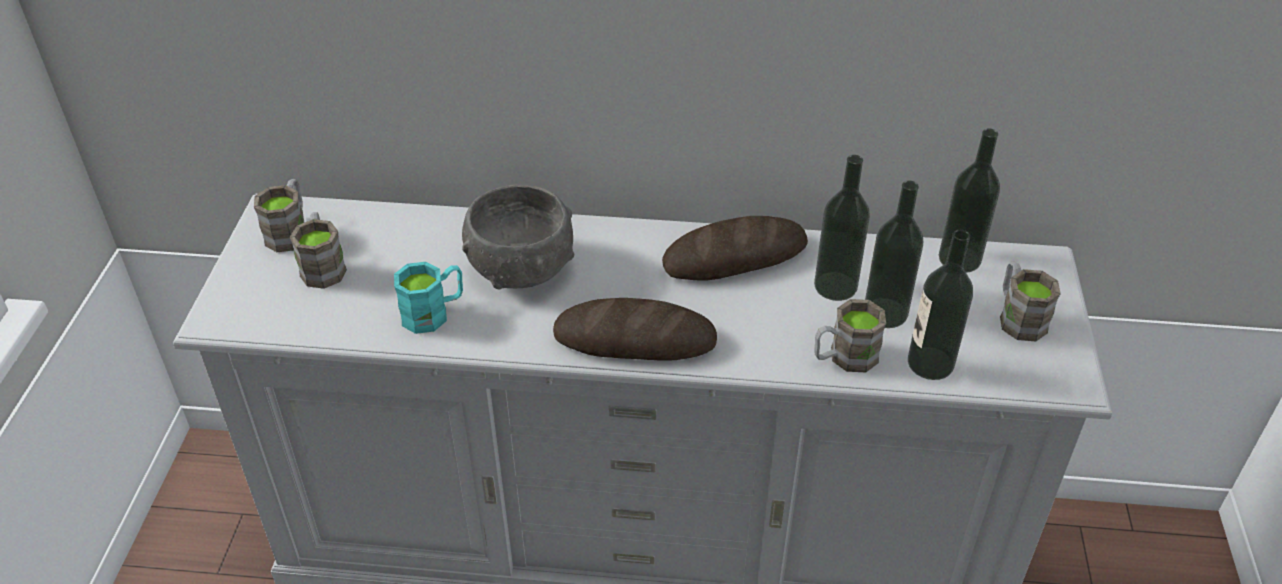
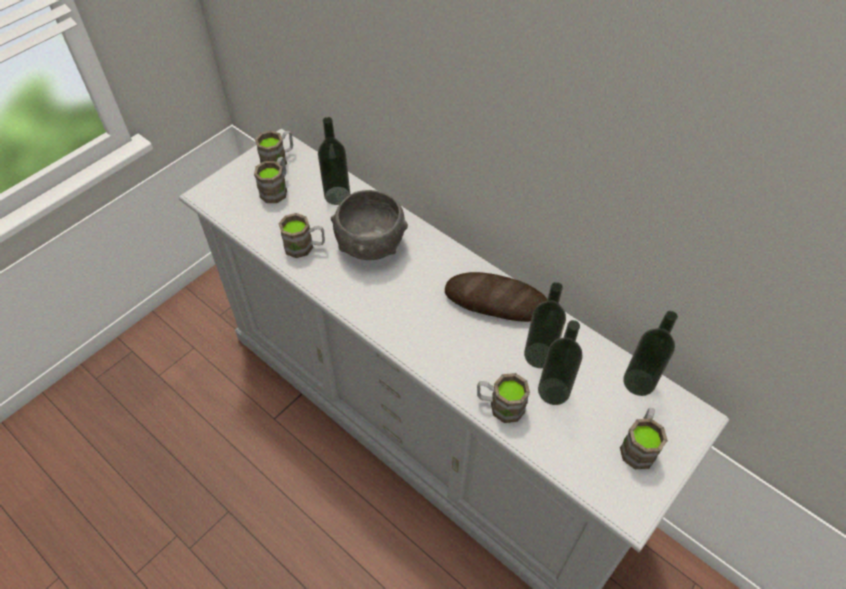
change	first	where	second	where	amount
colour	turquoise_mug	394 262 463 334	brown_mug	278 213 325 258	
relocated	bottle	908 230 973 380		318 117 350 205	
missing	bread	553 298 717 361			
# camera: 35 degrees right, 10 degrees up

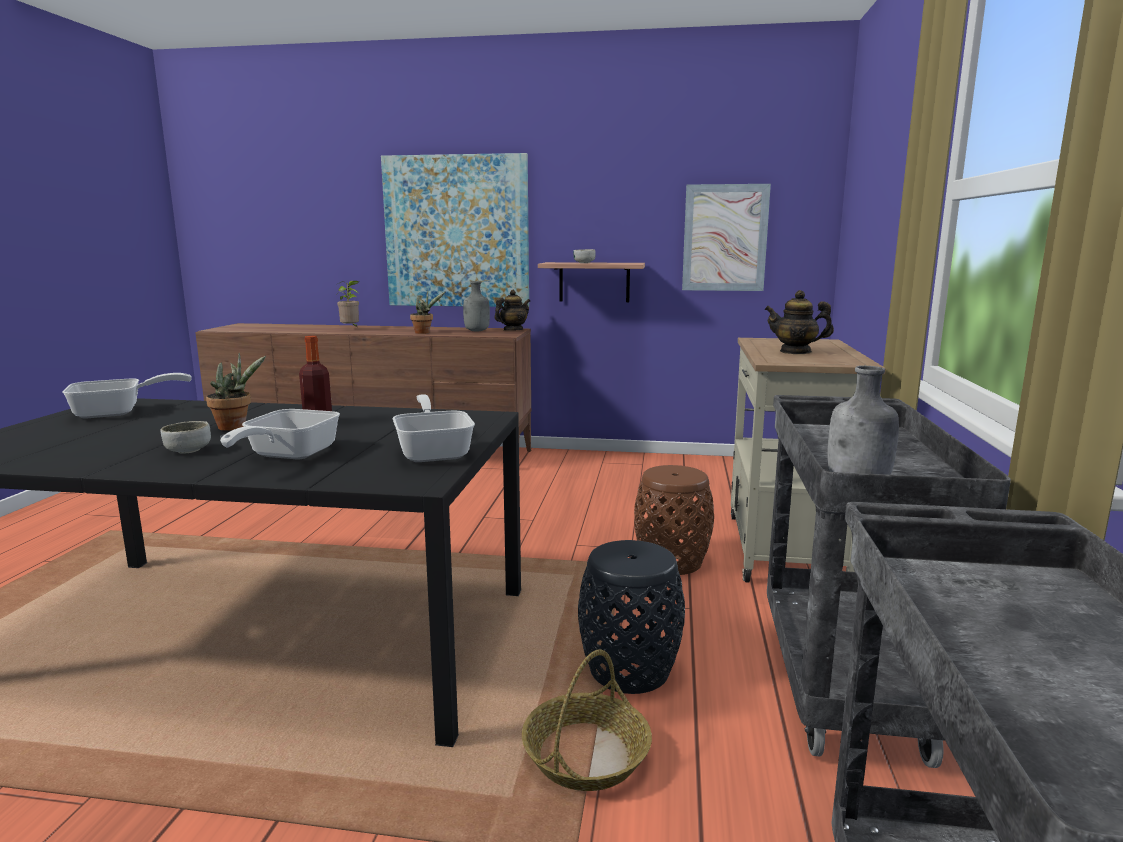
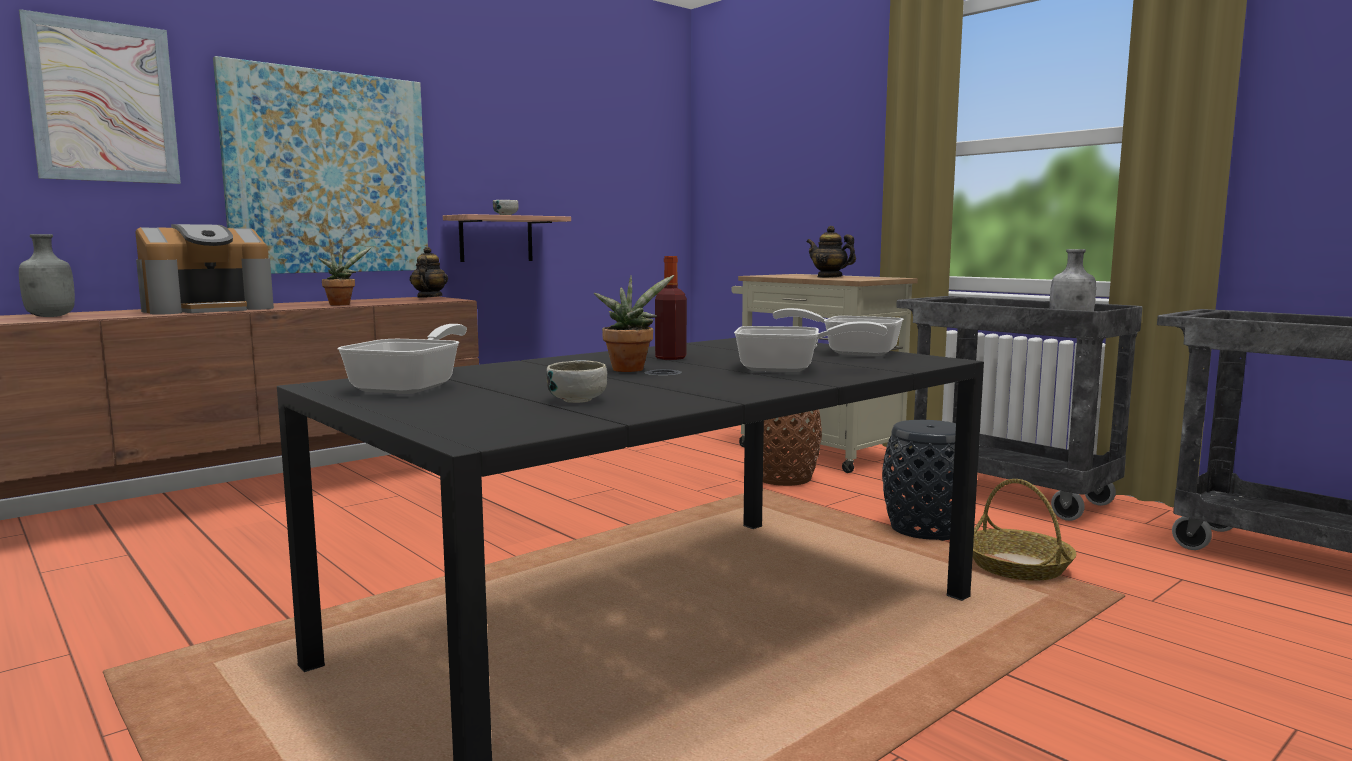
change	first	where	second	where	amount
relocated	picture	682 184 771 291		19 9 181 184	
relocated	grey_bottle	463 281 490 332		19 234 75 317	
exchanged	potted_plant	337 281 359 328	coffee_machine	135 224 274 315	
relocated	bowl	161 421 211 454		546 360 607 403	
spun	frying_pan	220 409 340 460		734 321 887 372	45 degrees counterclockwise
spun	teapot	764 290 834 354		807 226 856 278	75 degrees clockwise
# camera: 50 degrees left, 5 degrees down

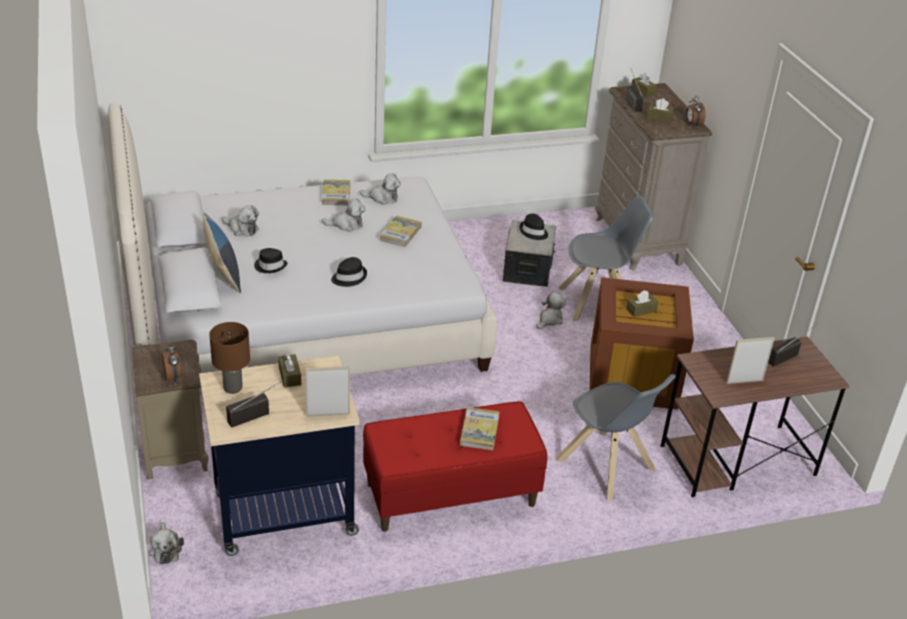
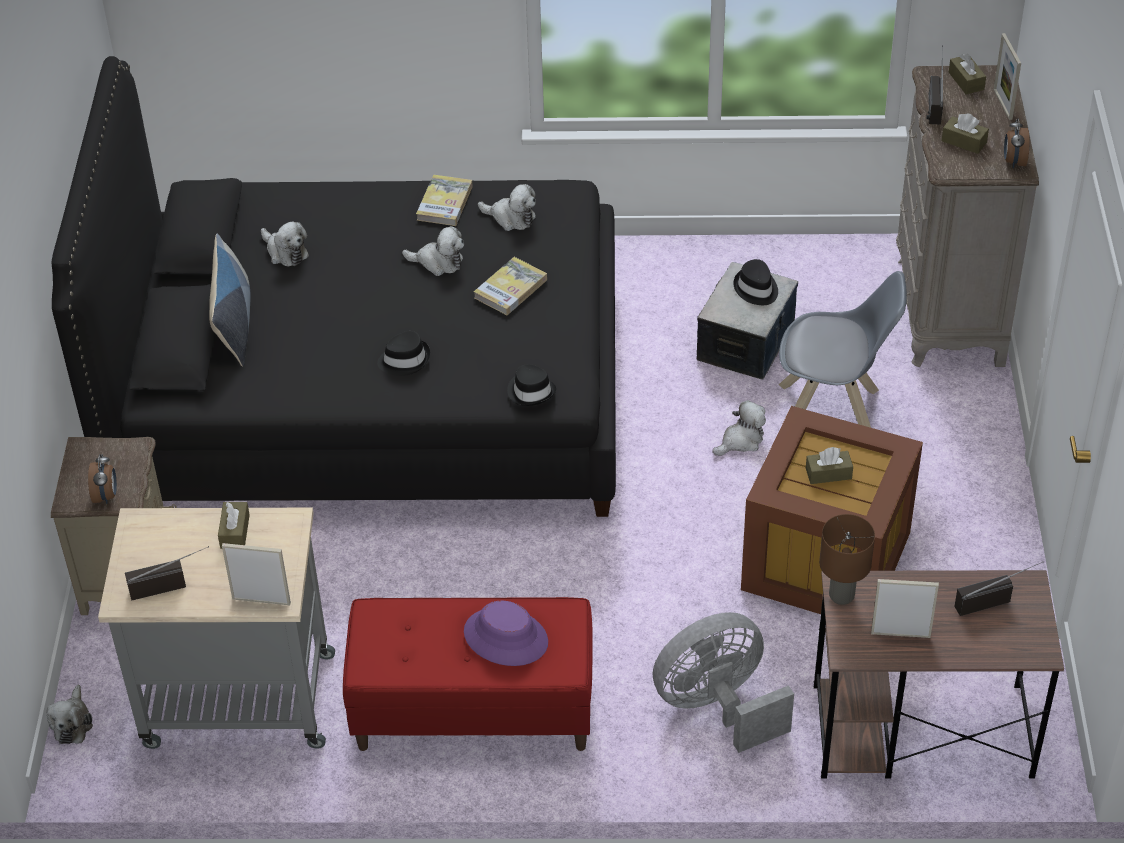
change	first	where	second	where	amount
colour	white_bed	108 102 497 395	black_bed	52 56 616 517	
colour	blue_cart	199 356 359 556	grey_cart	98 508 335 749	
exchanged	book	460 407 500 450	purple_hat	464 601 548 666	
relocated	black_hat	254 248 287 273		507 364 556 406	
exchanged	grey_chair	556 374 676 501	grey_fan	653 612 794 753	
relocated	brown_table_lamp	209 322 250 394		819 514 875 605	
appeared			picture_frame	994 33 1021 120	
# camera: 20 degrees right, 10 degrees up

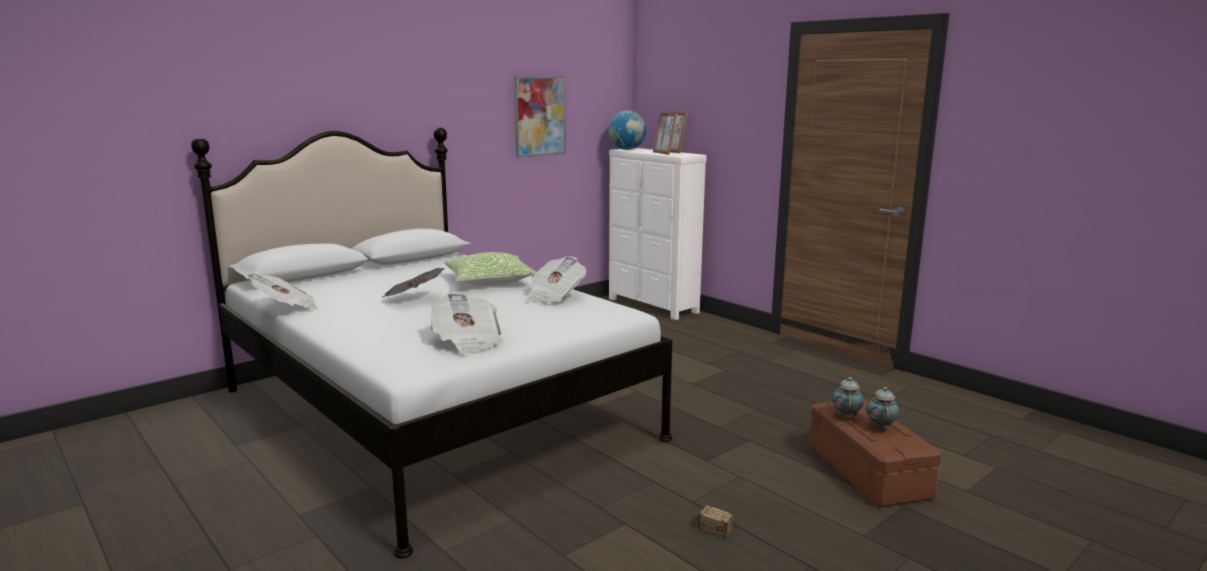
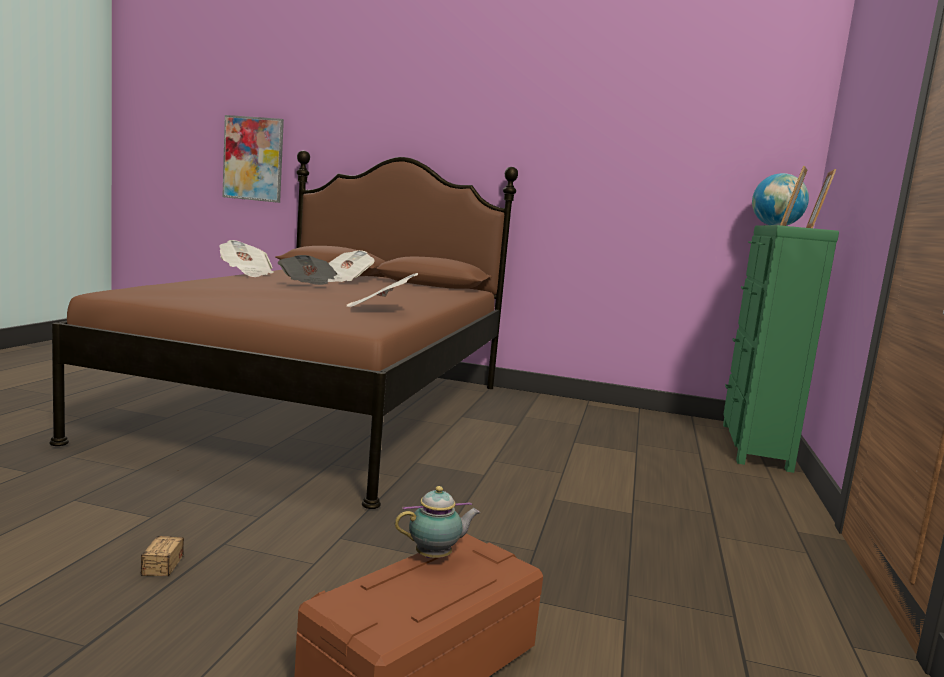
change	first	where	second	where	amount
colour	white_bed	191 128 672 558	brown_bed	49 150 518 509	
relocated	picture	514 76 566 157		222 115 284 203	
relocated	newspaper	430 292 503 356		328 250 375 282	
colour	white_dresser	609 148 707 320	green_dresser	723 225 839 473	
missing	pillow	444 252 537 286			
missing	teapot	866 387 899 430			
# camera: 55 degrees right, 5 degrees down

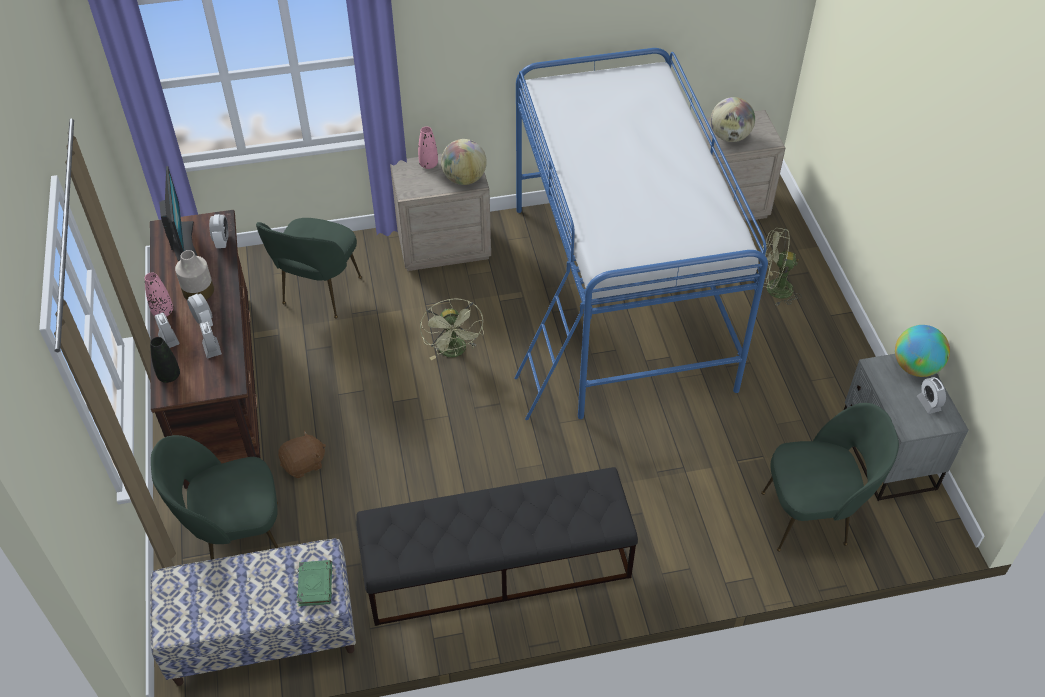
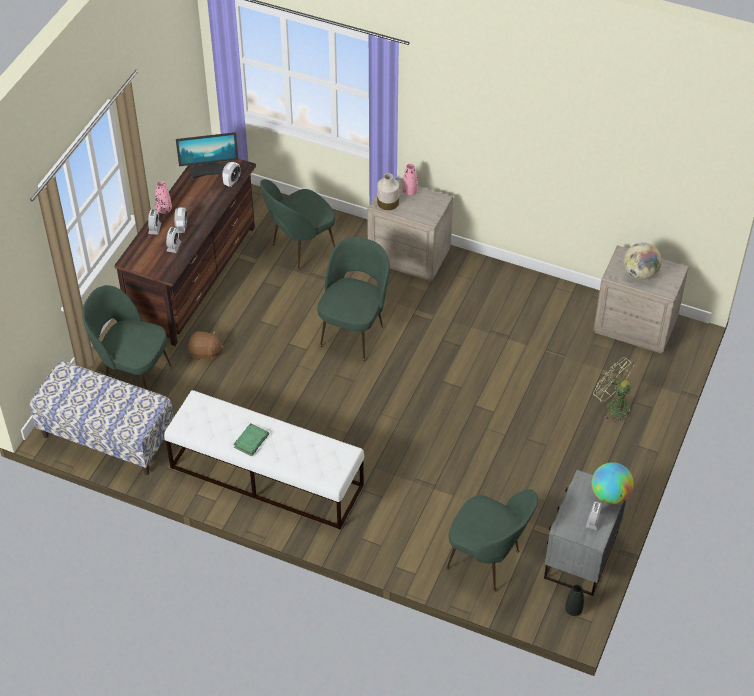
change	first	where	second	where	amount
colour	black_bench	356 467 638 626	white_bench	164 390 364 529	
spun	monitor	159 166 197 262		176 132 238 178	60 degrees clockwise
relocated	green_book	297 560 332 606		233 423 269 456	
exchanged	green_fan	420 299 484 360	green_chair	317 237 390 361	
relocated	beige_vase	175 250 214 300		377 173 399 210	
relocated	black_vase	150 337 180 383		565 584 584 616	
missing	globe	441 139 487 185			
missing	blue_bed	514 48 768 420			
# camera: 35 degrees right, 0 degrees up

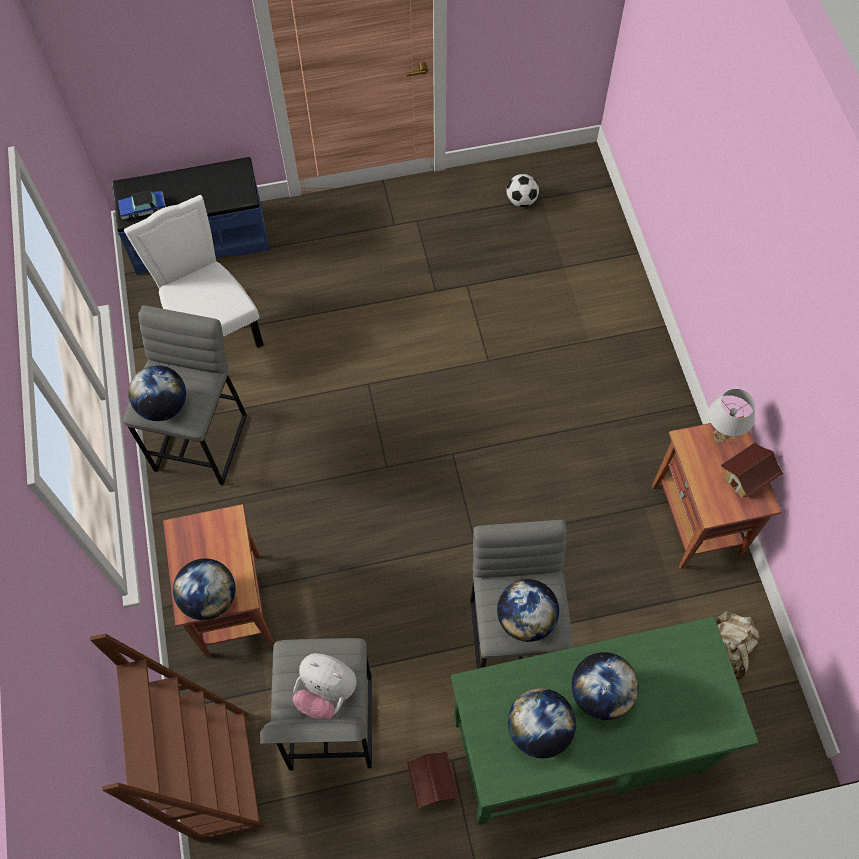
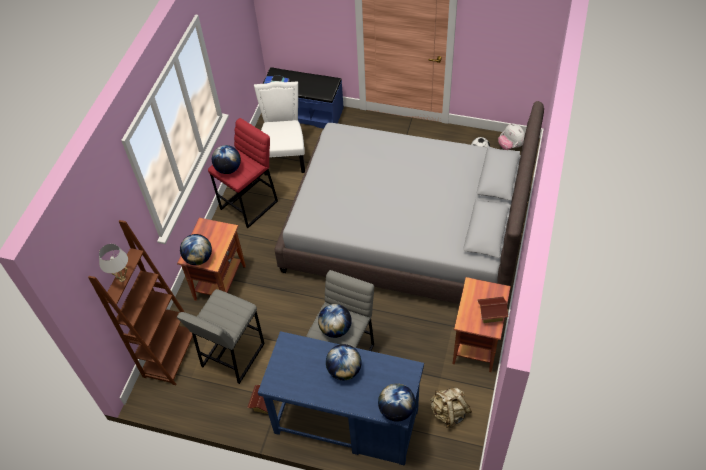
change	first	where	second	where	amount
relocated	white_table_lamp	708 389 755 443		99 244 128 282	
colour	grey_stool	123 305 247 485	red_stool	208 118 278 228	
colour	green_desk	451 617 758 825	blue_desk	258 331 424 465	
appeared			grey_bed	274 101 544 304	
relocated	globe	508 688 576 758		378 383 415 422	
relocated	plush_toy	293 653 357 719		498 123 525 150	
# camera: 30 degrees right, 10 degrees down

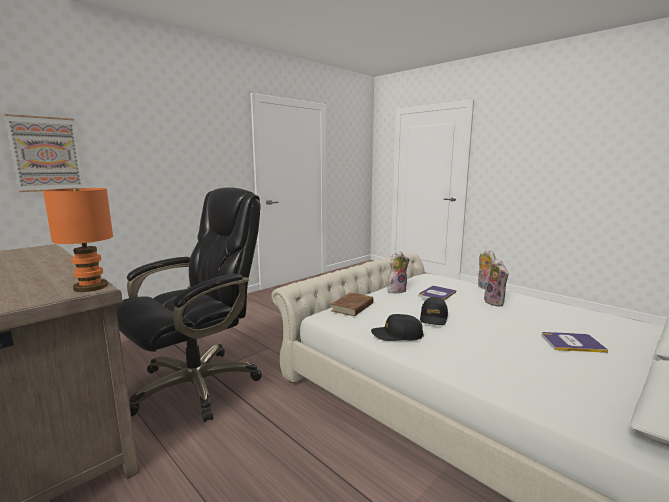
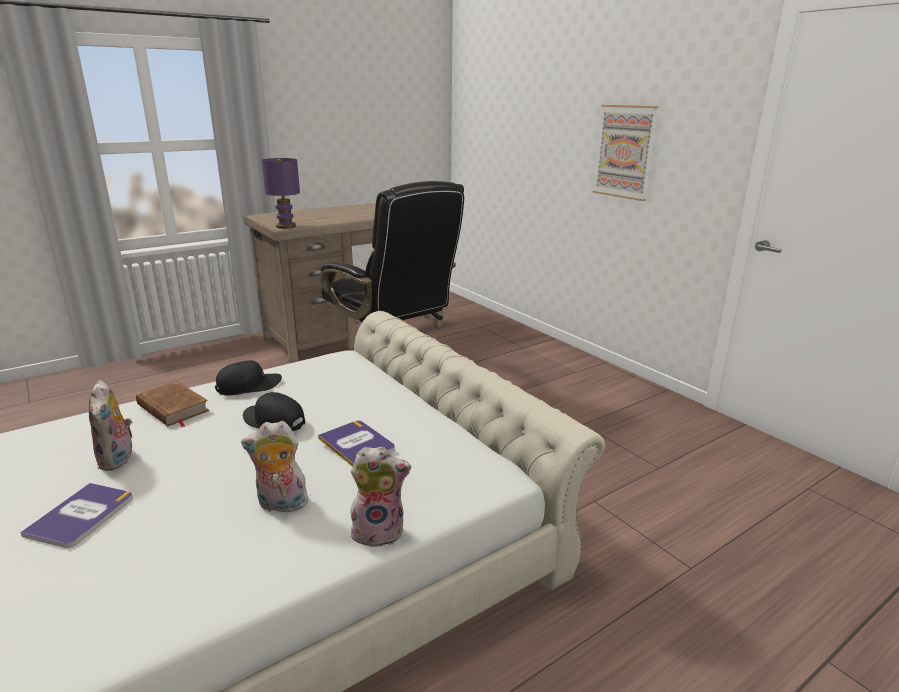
change	first	where	second	where	amount
relocated	plush_toy	387 251 410 294		89 380 136 471	
relocated	brown_book	331 292 373 316		136 381 209 427	
spun	black_cap	371 314 424 341		215 360 282 396	45 degrees clockwise
colour	orange_table_lamp	43 188 113 292	purple_table_lamp	261 158 300 229	
relocated	picture	4 114 84 192		593 105 658 201	
# camera: 100 degrees right, 10 degrees up

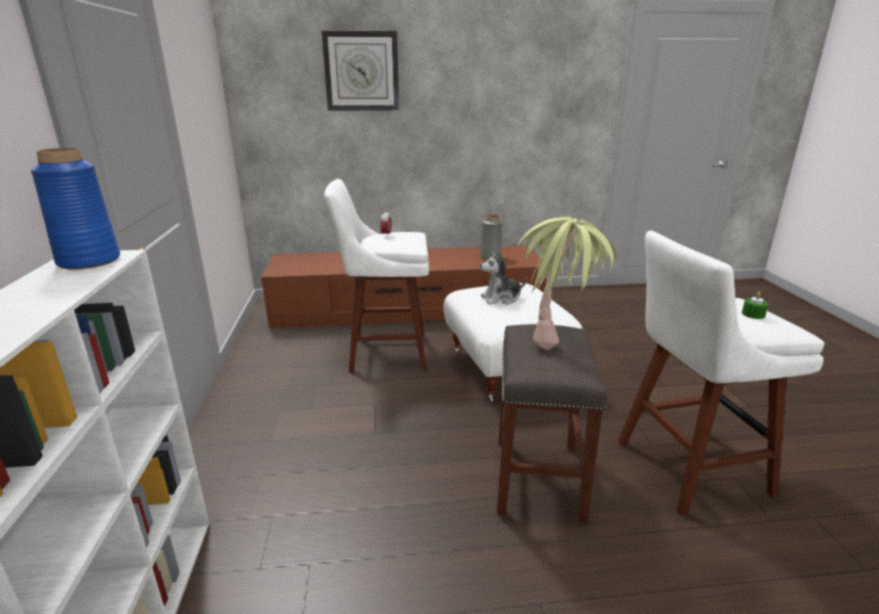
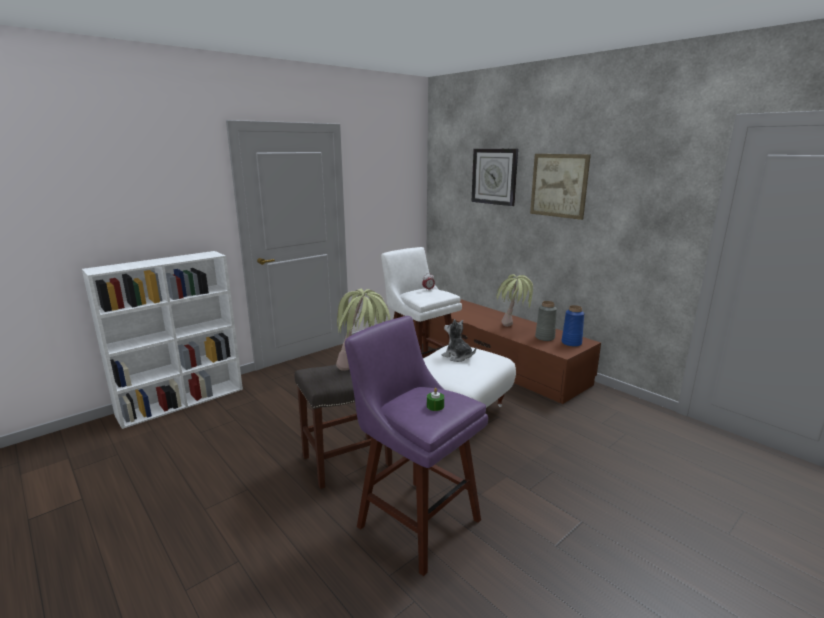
change	first	where	second	where	amount
colour	white_stool	618 230 825 516	purple_stool	345 316 488 576	
appeared			potted_plant	496 274 533 327	
appeared			picture	530 154 591 220	
relocated	blue_vase	31 148 120 270		561 305 585 347	
# camera: 55 degrees right, 5 degrees down

